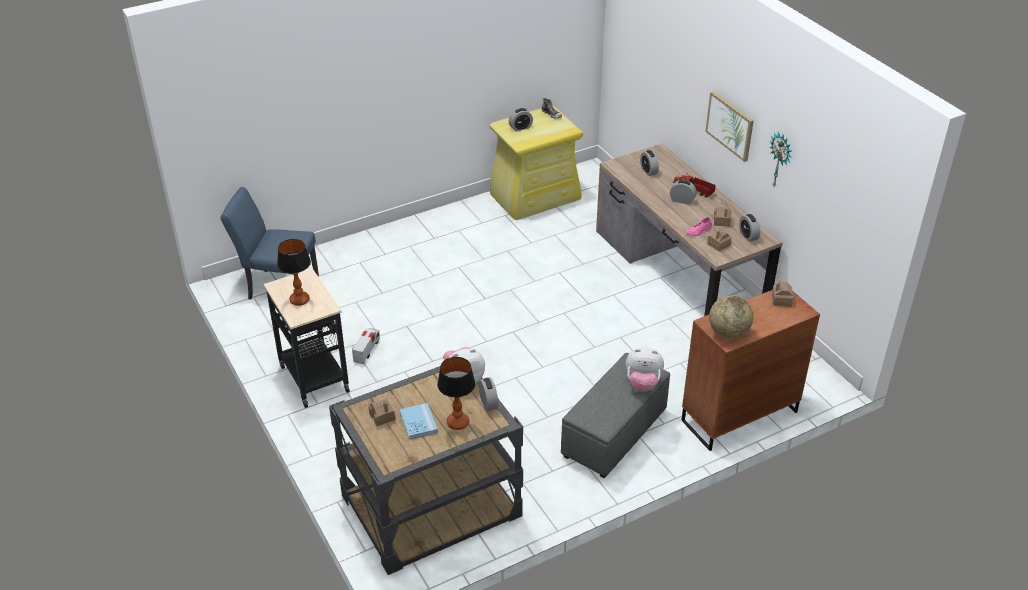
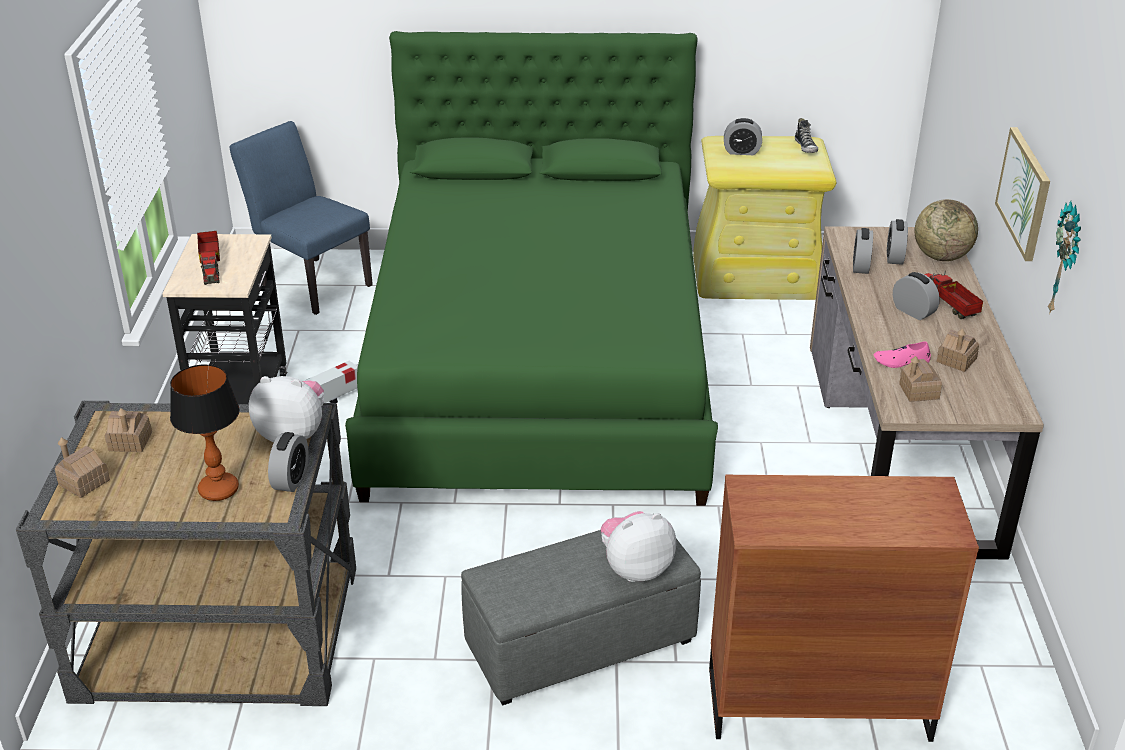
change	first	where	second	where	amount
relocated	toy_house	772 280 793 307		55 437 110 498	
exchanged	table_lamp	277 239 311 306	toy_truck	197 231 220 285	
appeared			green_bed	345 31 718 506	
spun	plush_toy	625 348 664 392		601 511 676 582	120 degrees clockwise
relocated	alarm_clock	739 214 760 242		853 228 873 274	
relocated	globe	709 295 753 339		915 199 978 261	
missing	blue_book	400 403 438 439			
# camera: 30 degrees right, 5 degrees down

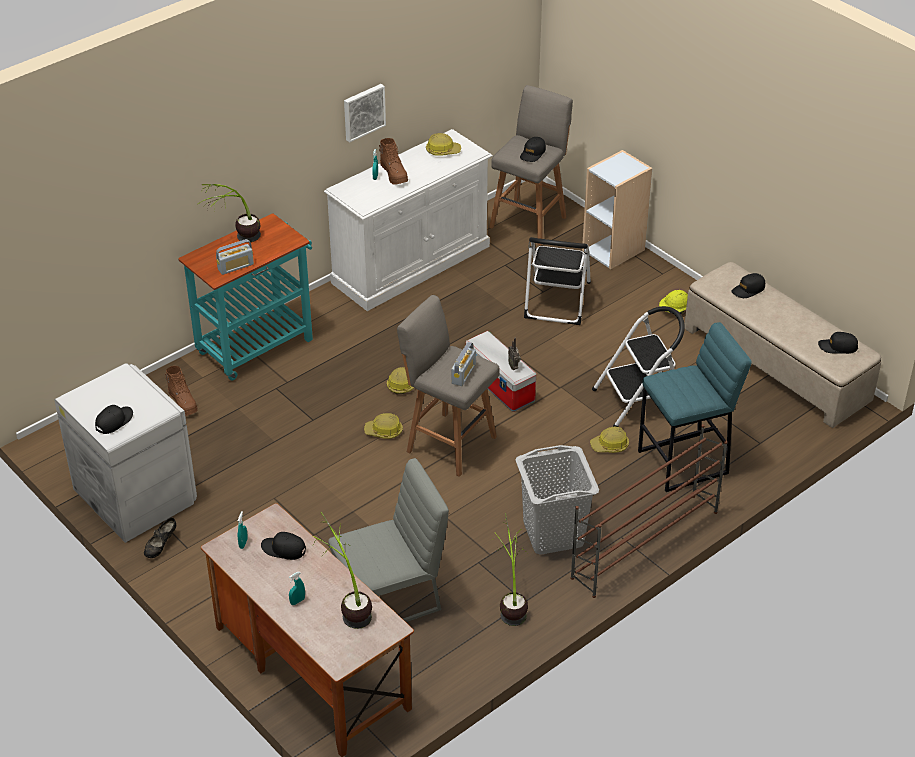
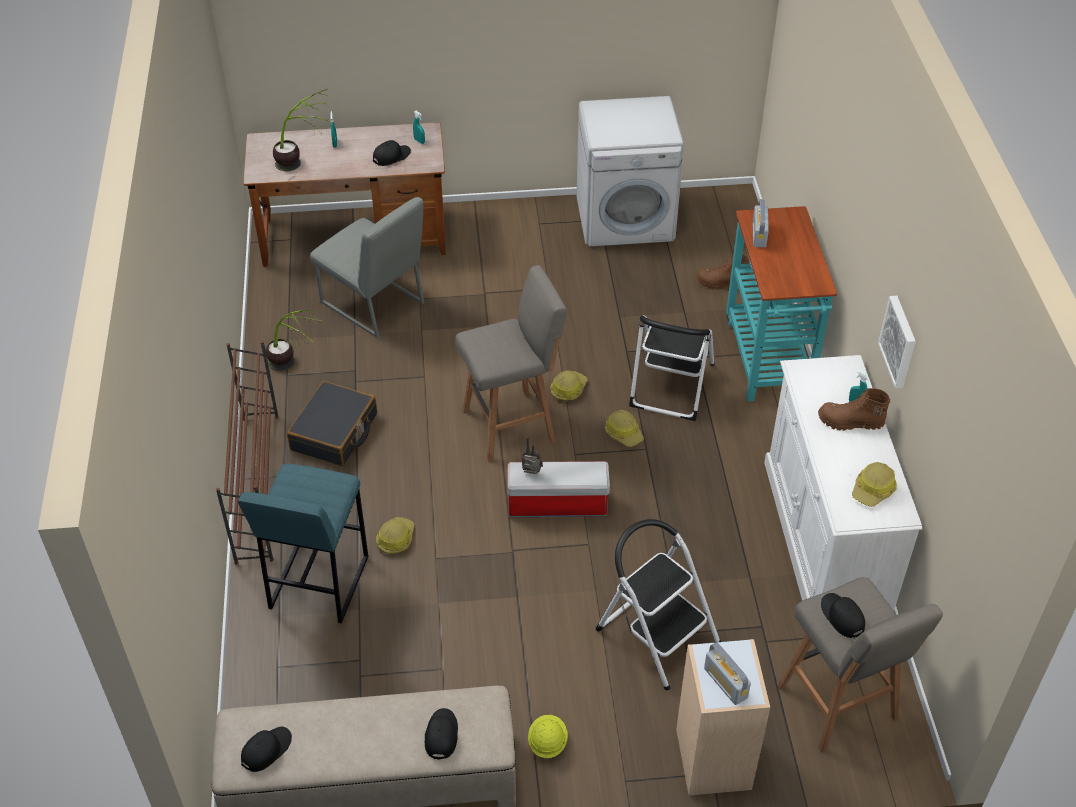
change	first	where	second	where	amount
exchanged	grey_laundry_basket	515 445 599 555	black_suitcase	287 381 377 466	
spun	grey_chair	328 458 449 622		310 197 425 338	60 degrees counterclockwise
relocated	step_ladder	592 306 685 427		629 315 715 421	
relocated	radio	451 342 476 386		704 642 751 705	
missing	black_cap	95 405 133 434			
missing	black_shoe	144 517 176 558			
missing	potted_plant	198 184 261 243			
# camera: 125 degrees right, 5 degrees up

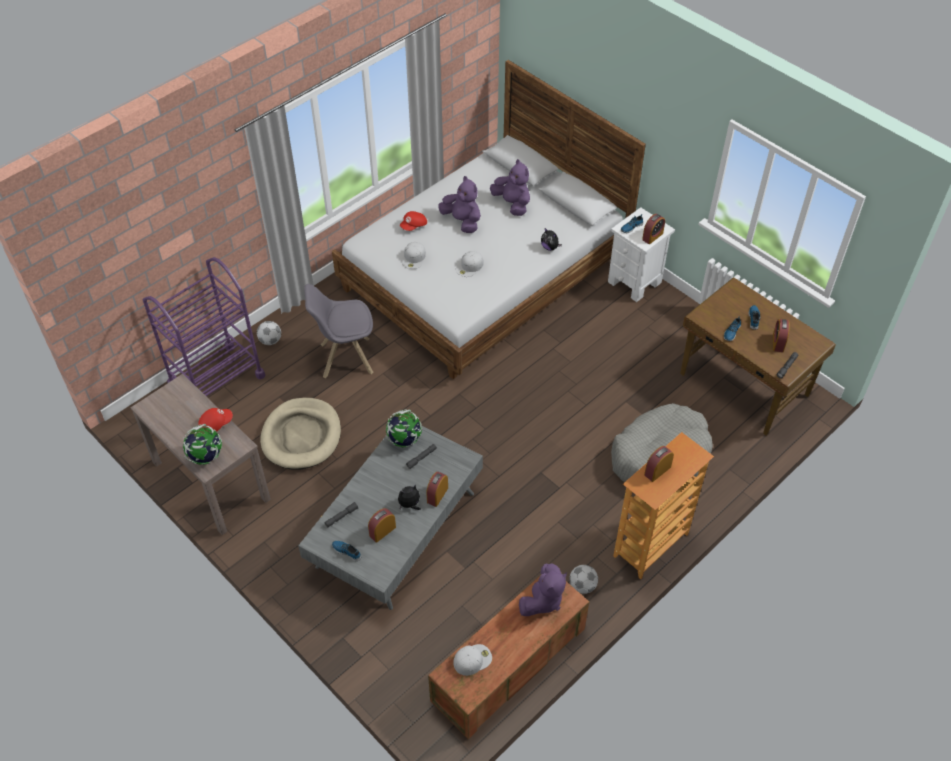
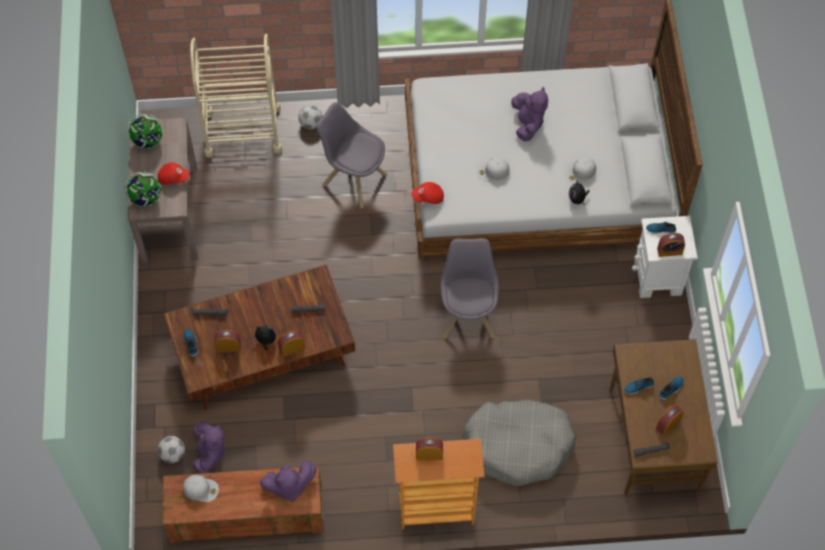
change	first	where	second	where	amount
relocated	globe	386 410 422 447		127 114 163 149	
relocated	football	569 565 598 594		158 436 185 463	
colour	grey_coffee_table	298 426 483 610	brown_coffee_table	163 264 355 410	
colour	purple_cart	143 257 266 396	beige_cart	190 34 282 158	
relocated	purple_plush_toy	490 159 530 216		193 422 226 473	
relocated	red_cap	400 211 427 231		411 182 444 204	
appeared			grey_chair	441 238 499 339	
relocated	white_cap	402 242 426 269		565 157 596 184	
missing	beige_dog_bed	260 397 341 470			
# camera: 40 degrees right, 10 degrees up

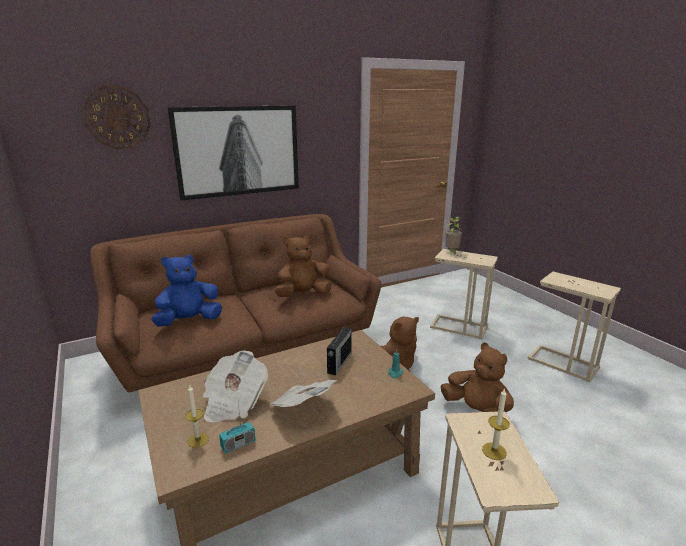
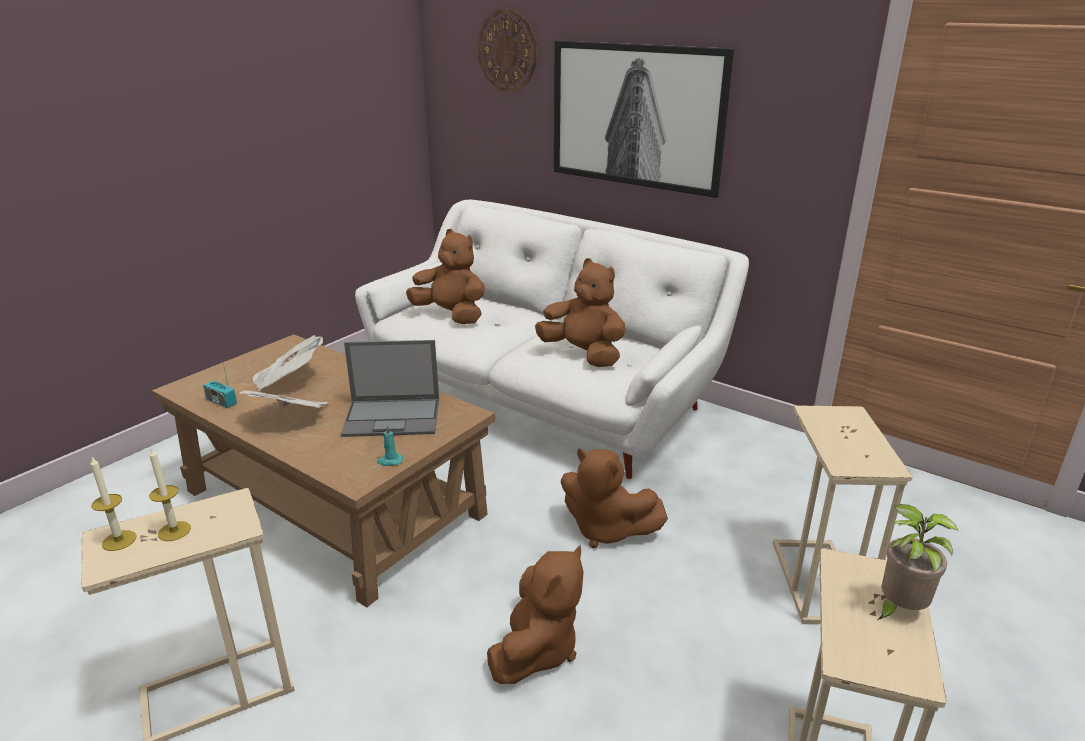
change	first	where	second	where	amount
relocated	candle	185 386 209 448		90 457 137 551	
exchanged	radio	327 327 352 375	laptop	341 340 439 437	
colour	brown_sofa	90 214 381 392	white_sofa	355 200 749 479	
colour	blue_plush_toy	151 255 222 327	brown_plush_toy	406 229 485 324	
relocated	potted_plant	445 217 462 256		878 504 958 620	
# camera: 65 degrees right, 5 degrees up

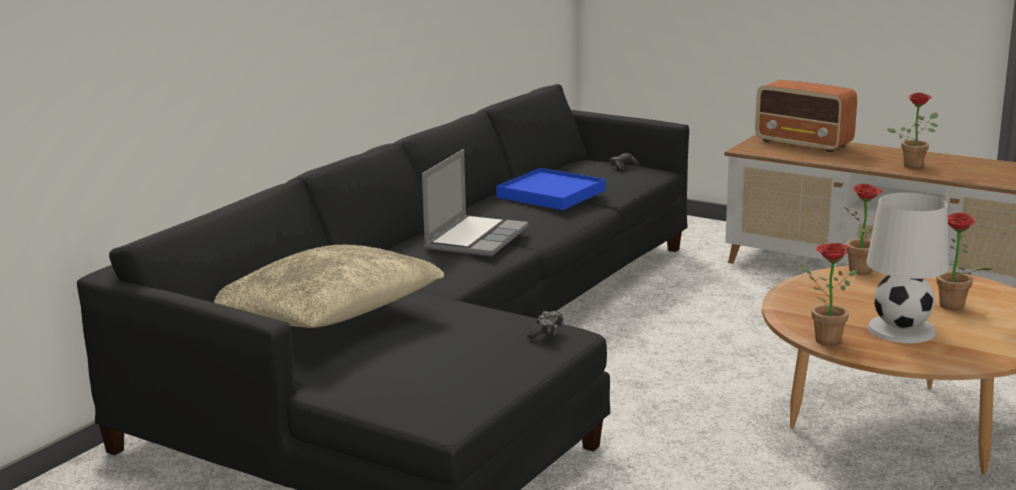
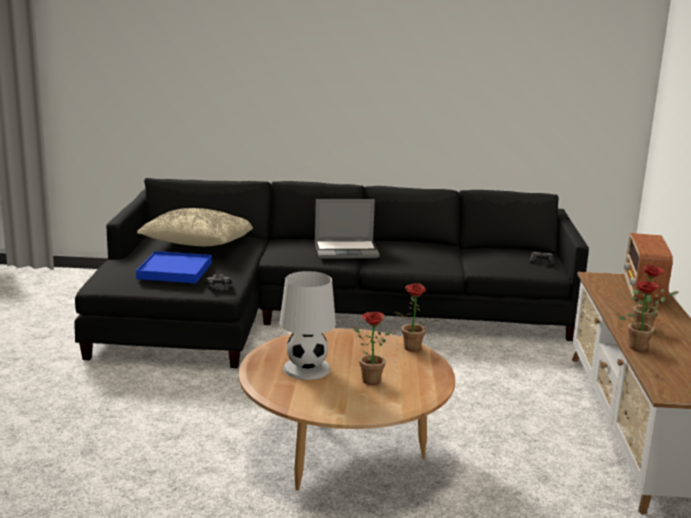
change	first	where	second	where	amount
relocated	blue_tray	496 168 606 210		136 251 212 283	
relocated	potted_plant	801 243 857 346		618 281 660 352	
# camera: 60 degrees right, 0 degrees up

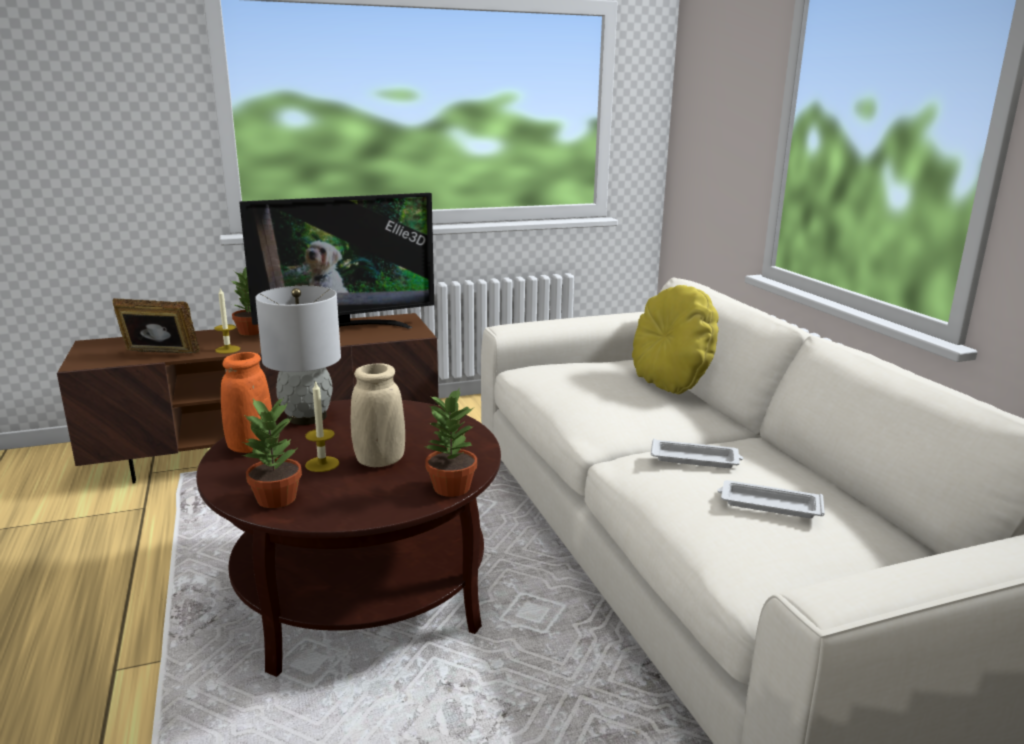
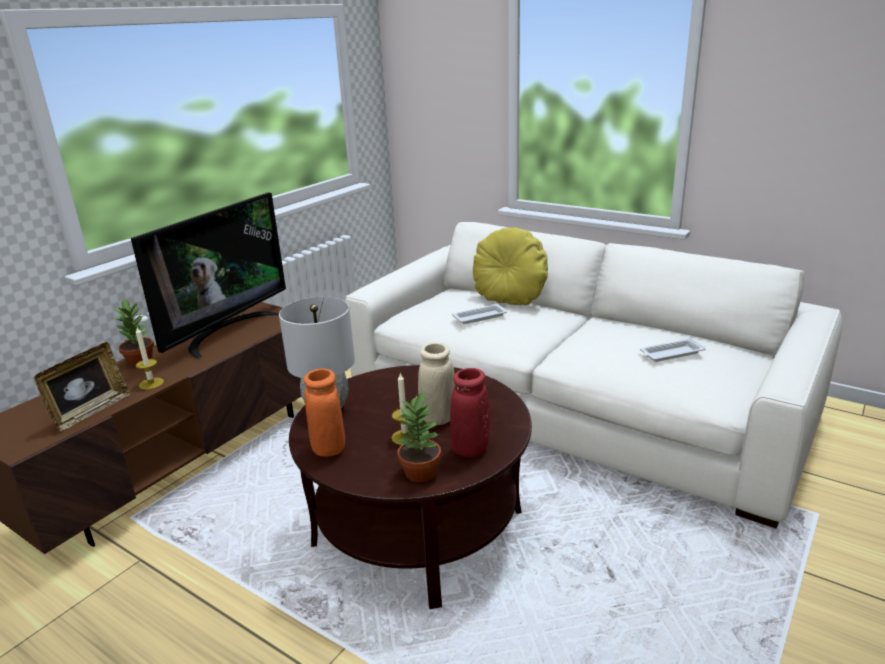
change	first	where	second	where	amount
spun	picture_frame	113 298 200 353		34 342 131 431	150 degrees clockwise
appeared			red_vase	450 368 490 457	
relocated	white_tray	651 439 743 468		452 304 507 324	
missing	potted_plant	423 388 477 497			
# camera: 35 degrees left, 5 degrees up

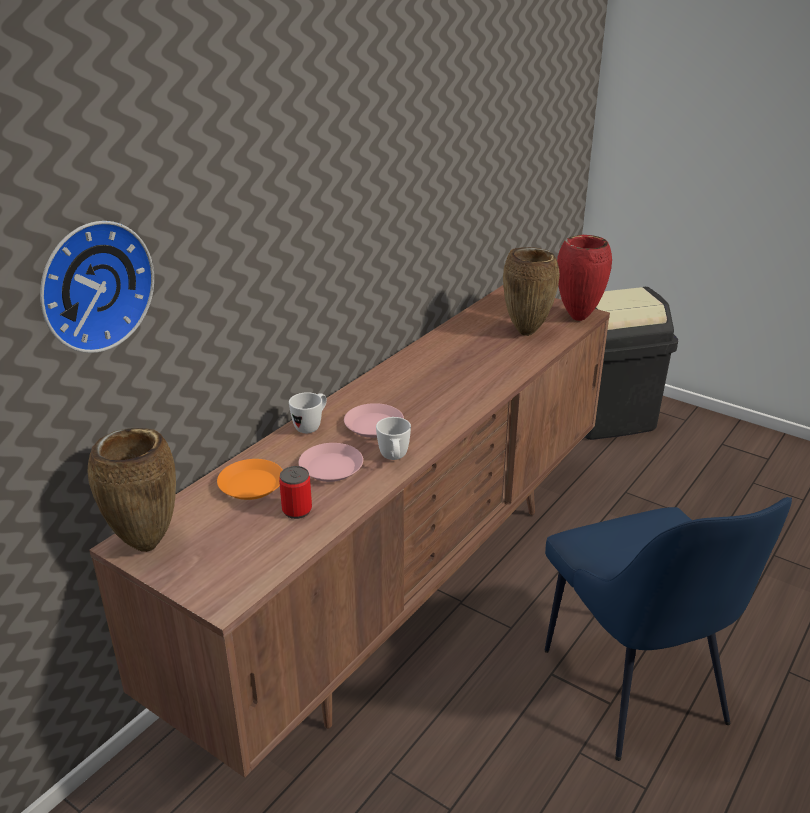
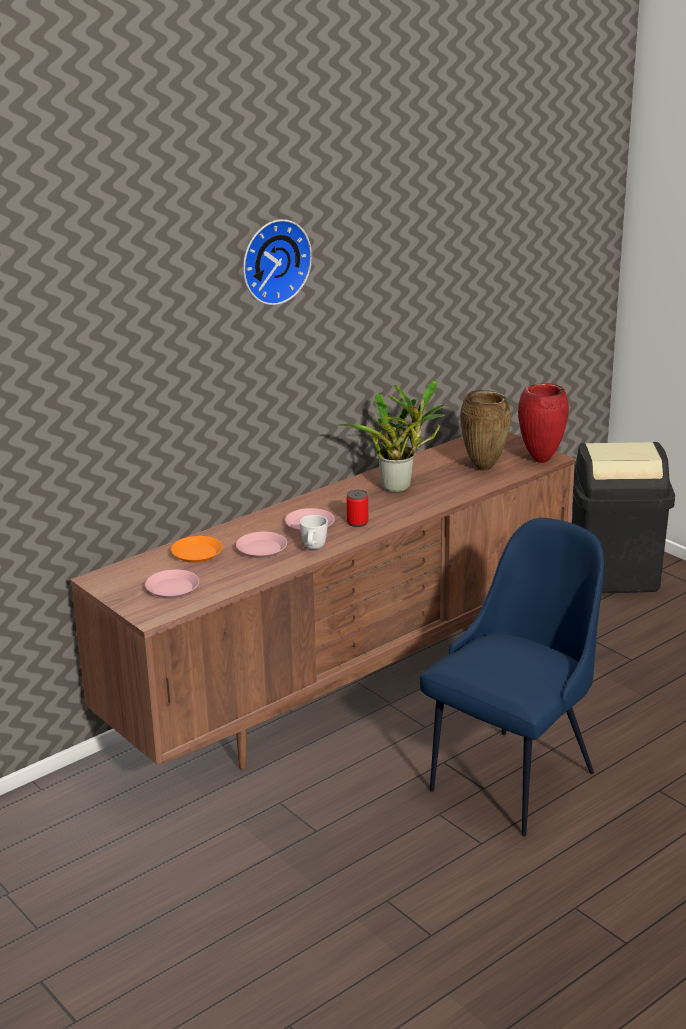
change	first	where	second	where	amount
appeared			pink_plate	145 569 199 599	
relocated	wall_clock	40 221 154 353		243 219 312 305	
appeared			potted_plant	337 380 446 493	
relocated	can	279 466 312 519		347 490 368 527	
spun	blue_chair	545 497 792 761		420 518 604 837	135 degrees counterclockwise
missing	brown_vase	87 428 176 552			
missing	white_mug	289 392 327 433			
# camera: 15 degrees right, 5 degrees down

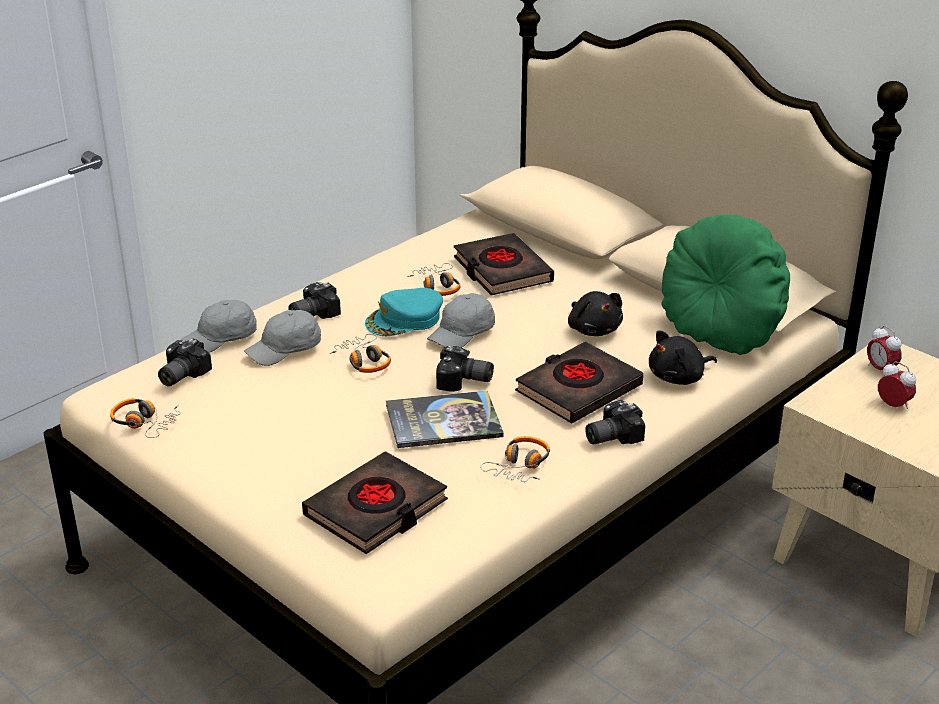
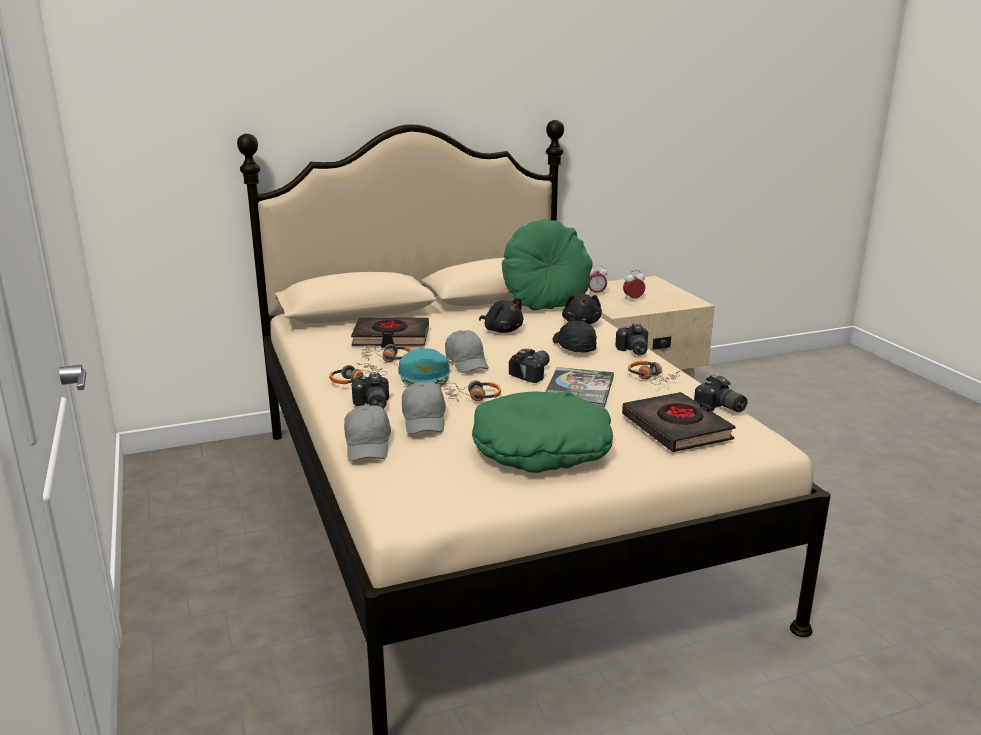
change	first	where	second	where	amount
relocated	headphones	110 398 181 438		329 363 388 384	
appeared			green_pillow	472 391 613 473	
spun	black_plush_toy	568 291 623 336		479 298 523 333	45 degrees clockwise
exchanged	black_book	515 342 643 423	black_cap	553 321 597 353	
relocated	photo_camera	158 339 212 386		694 374 748 412	
# camera: 65 degrees left, 10 degrees down

